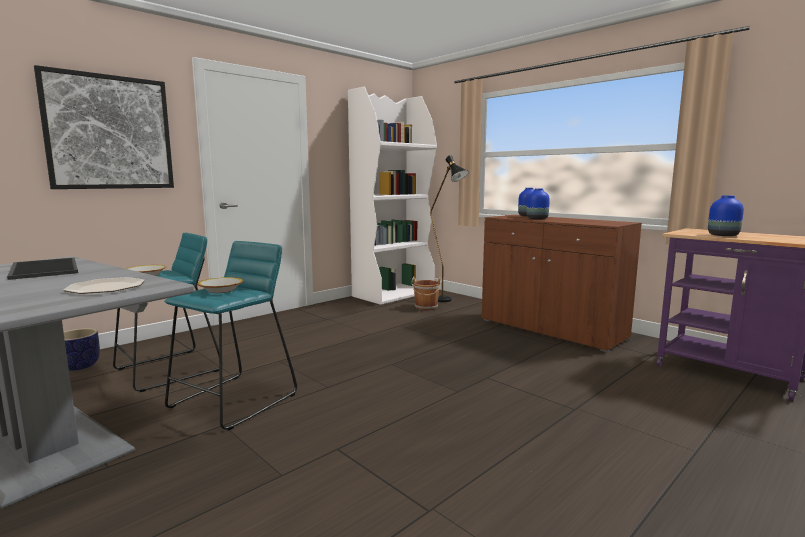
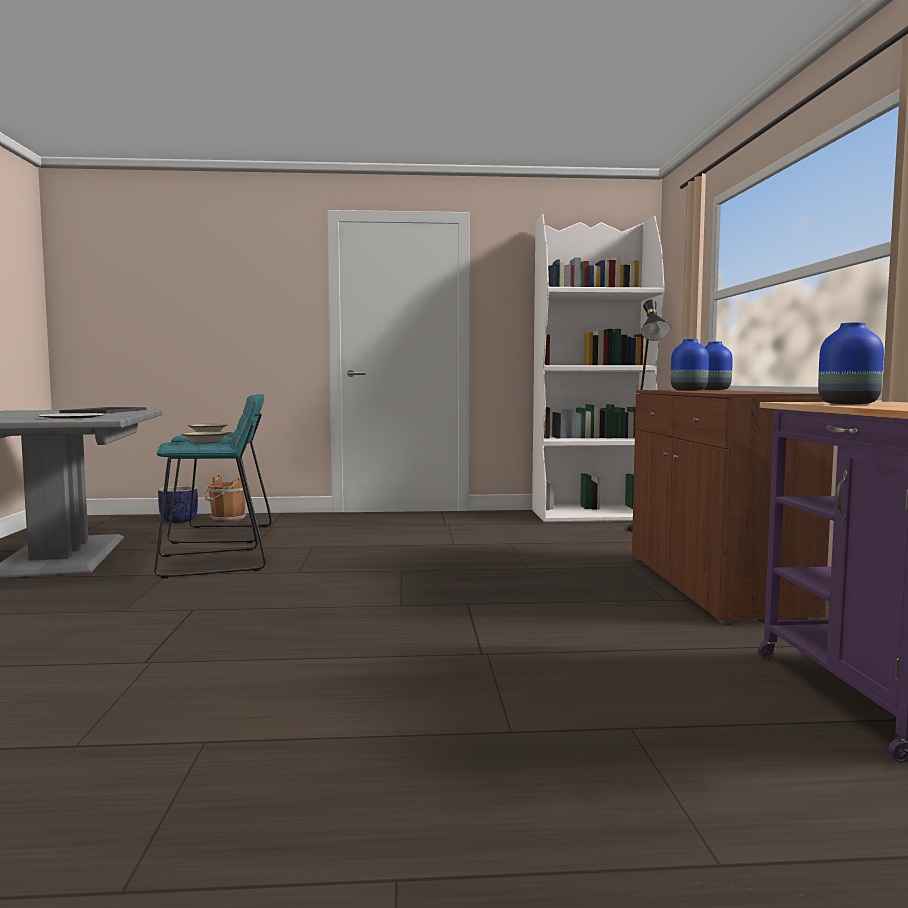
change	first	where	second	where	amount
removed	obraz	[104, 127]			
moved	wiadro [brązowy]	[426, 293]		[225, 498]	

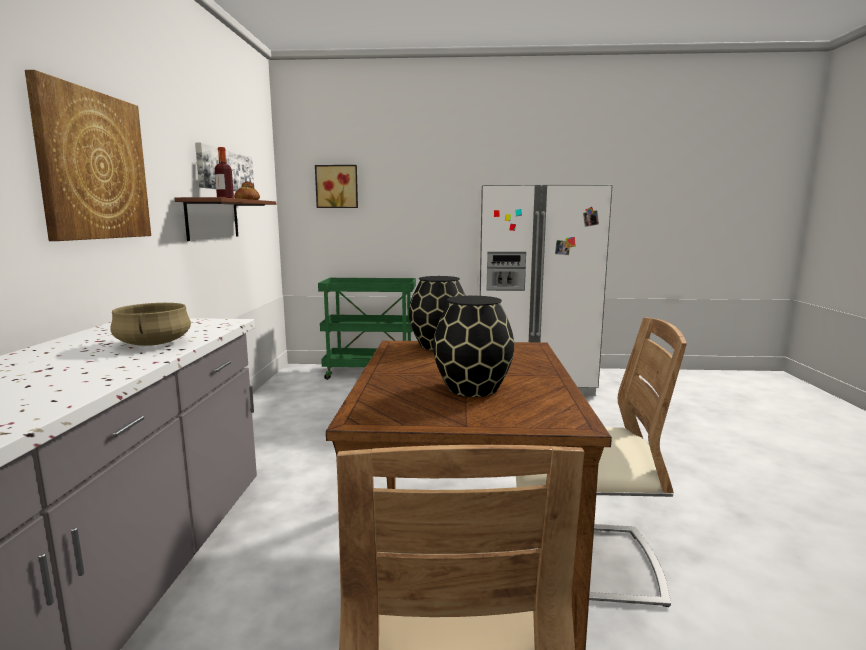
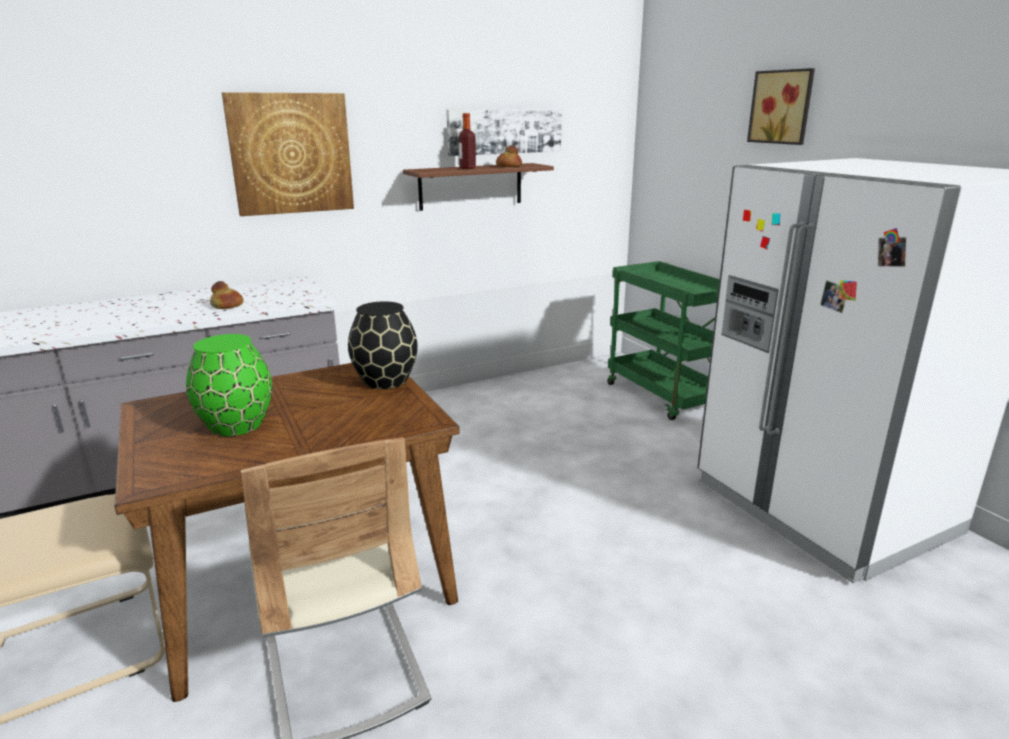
change	first	where	second	where	amount
replaced	garnek [beżowy]	[150, 324]	chleb	[226, 295]	
moved	obraz	[336, 186]		[781, 106]	
recoloured	wazon [czarny]	[473, 346]	wazon [zielony]	[229, 385]	

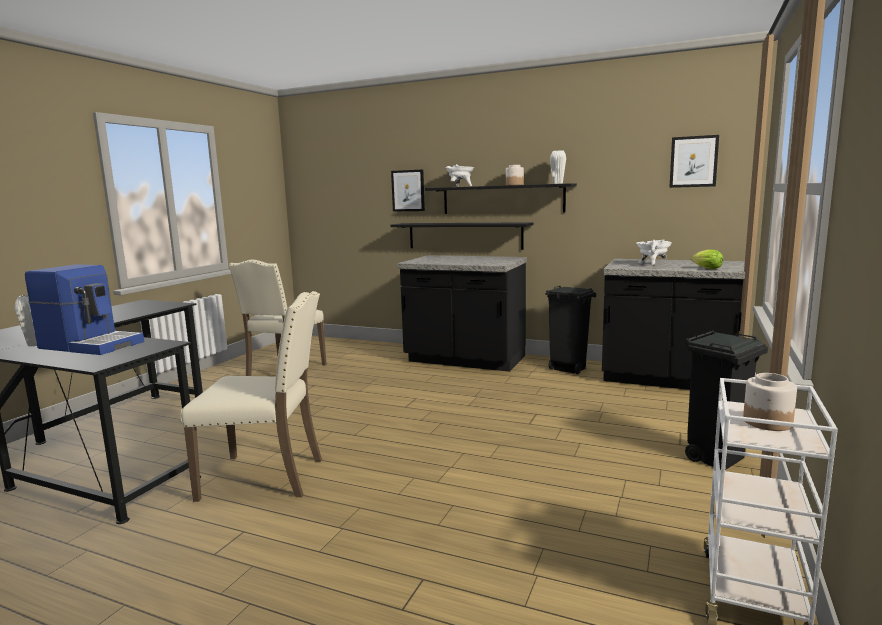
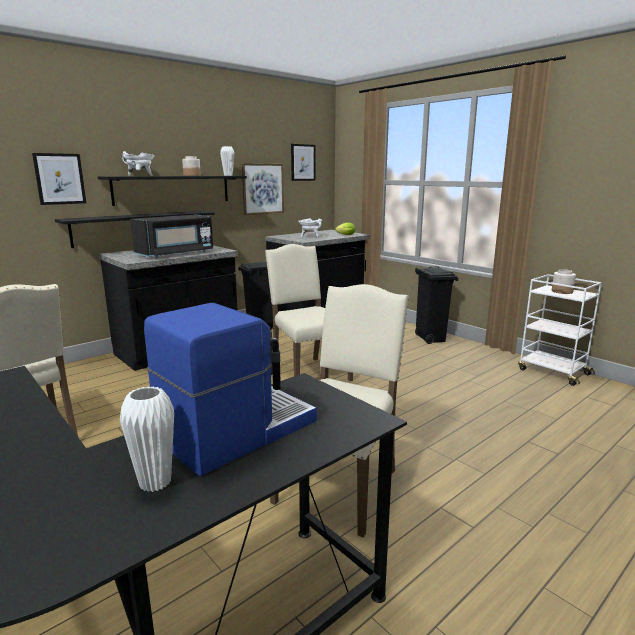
change	first	where	second	where	amount
added			mikrofalówka [czarny]	[171, 236]	
added			obraz	[263, 189]	
added			krzesło [beżowy]	[309, 312]	

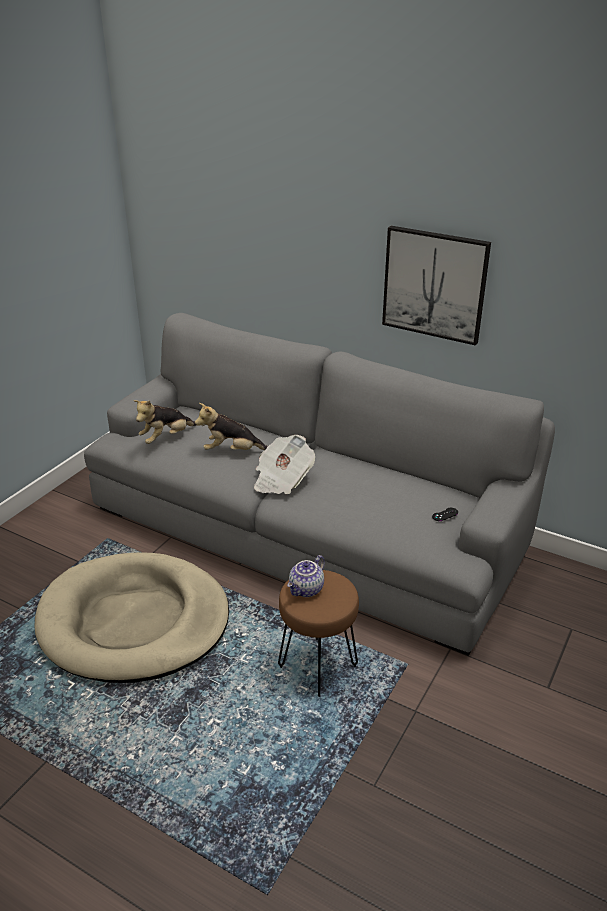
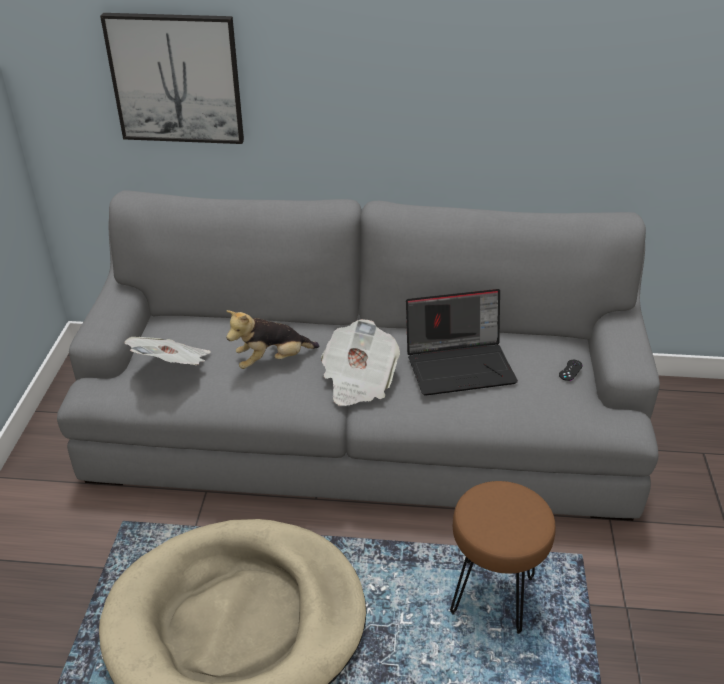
change	first	where	second	where	amount
replaced	pluszak	[164, 422]	gazeta	[168, 351]	
removed	imbryk	[306, 576]			
moved	obraz	[436, 285]		[172, 78]	
added			laptop	[462, 342]	

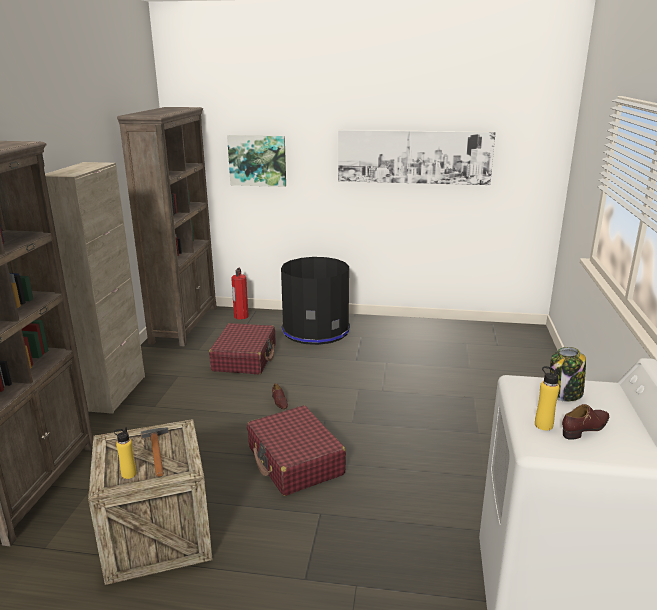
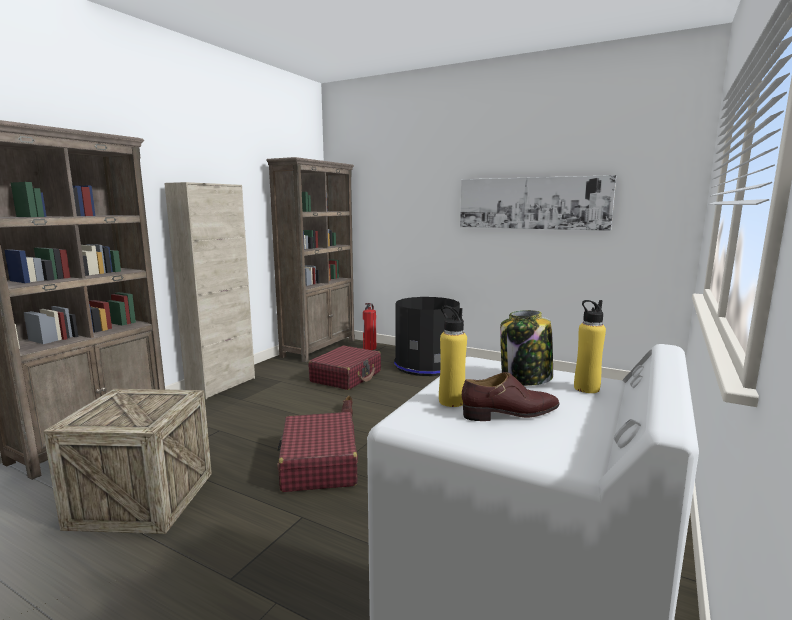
change	first	where	second	where	amount
moved	butelka [żółty]	[125, 453]		[590, 346]	
removed	młotek	[155, 452]			
removed	obraz	[256, 161]			

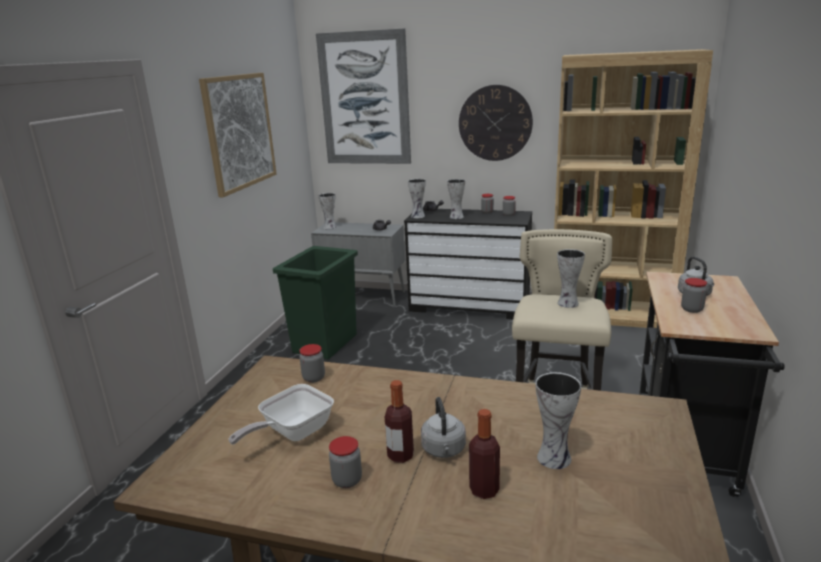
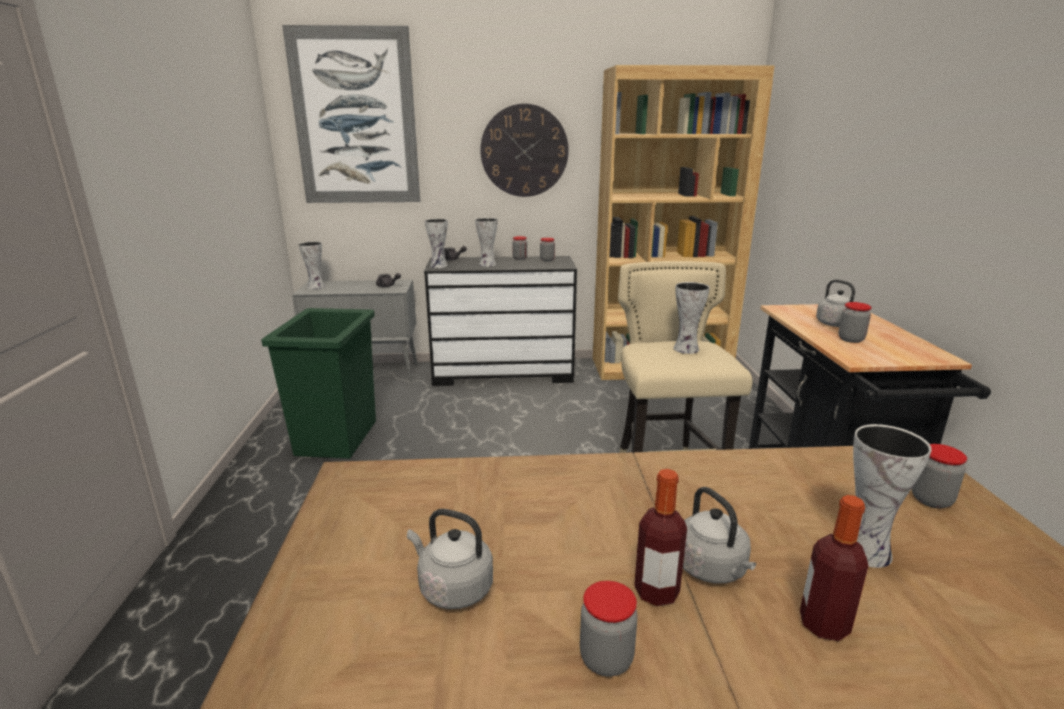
change	first	where	second	where	amount
removed	obraz	[238, 135]			
replaced	patelnia	[281, 414]	czajnik [szary]	[450, 559]	
moved	słoik	[312, 363]		[939, 476]	

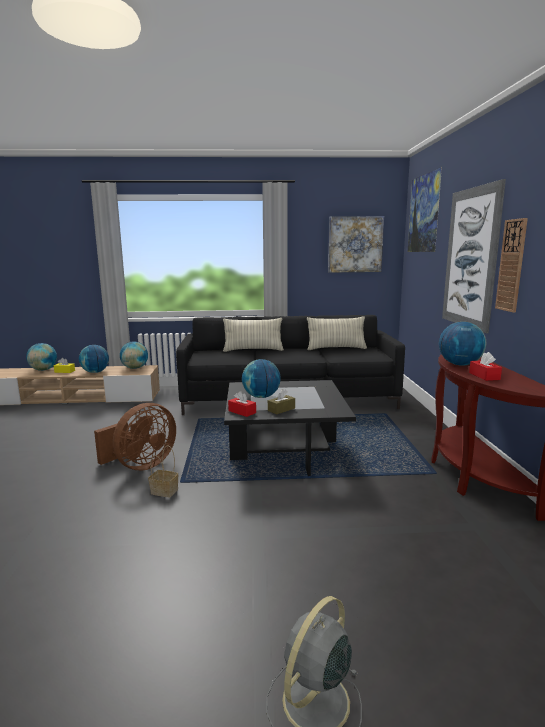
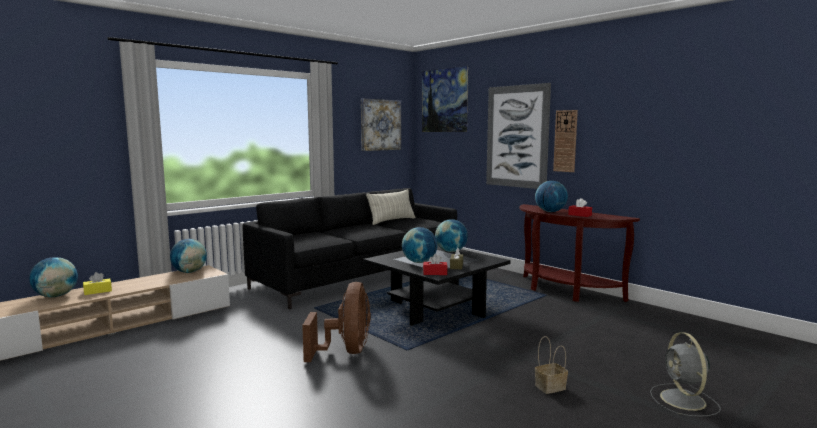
change	first	where	second	where	amount
moved	globus	[94, 359]		[451, 235]	
moved	koszyk	[163, 471]		[551, 365]	
removed	poduszka	[253, 335]			

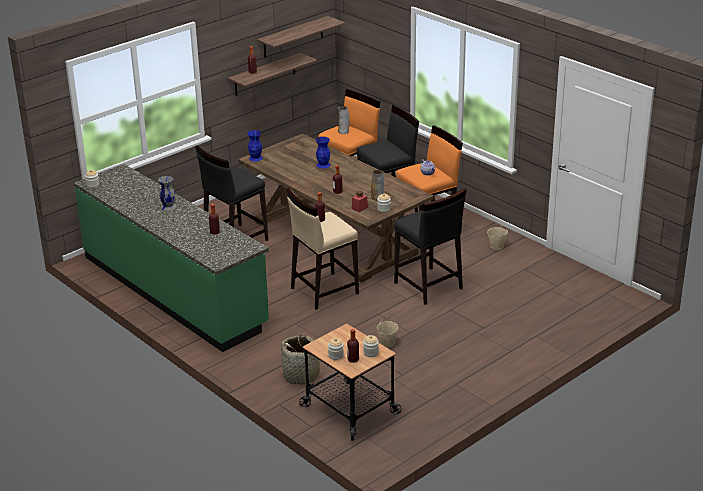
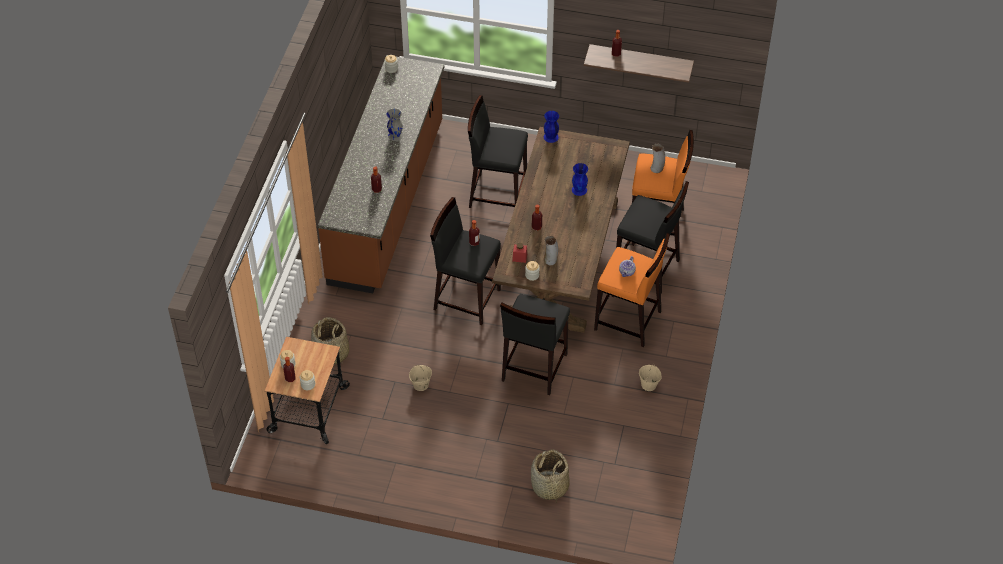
change	first	where	second	where	amount
recoloured	zabudowa kuchenna [zielony]	[171, 258]	zabudowa kuchenna [brązowy]	[381, 174]	
removed	półka	[301, 37]			
recoloured	stołek [beżowy]	[322, 249]	stołek [czarny]	[465, 261]	
added			koszyk	[550, 475]	

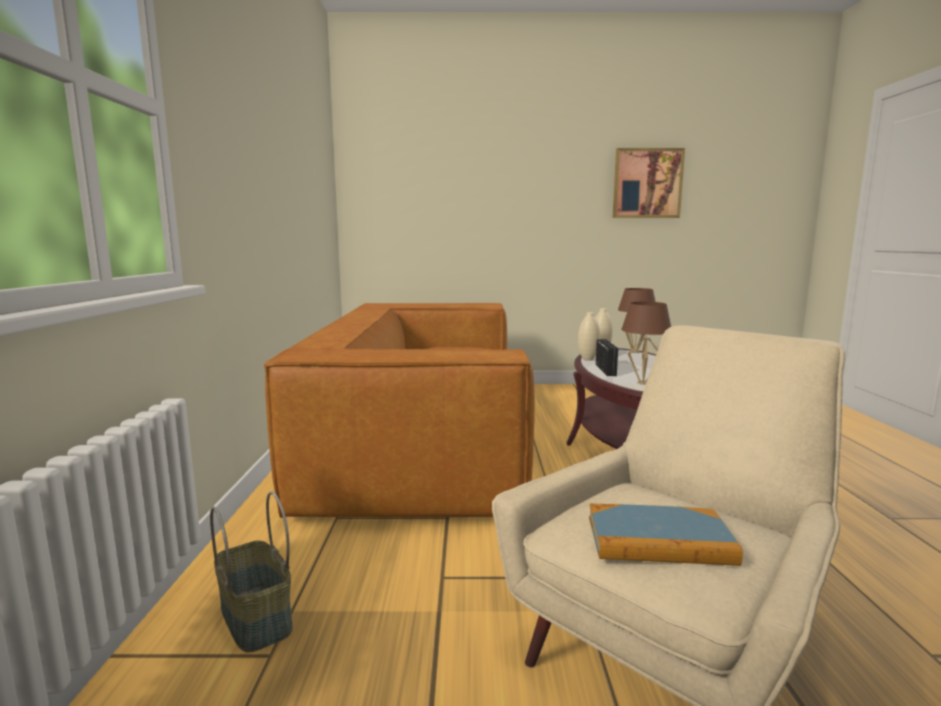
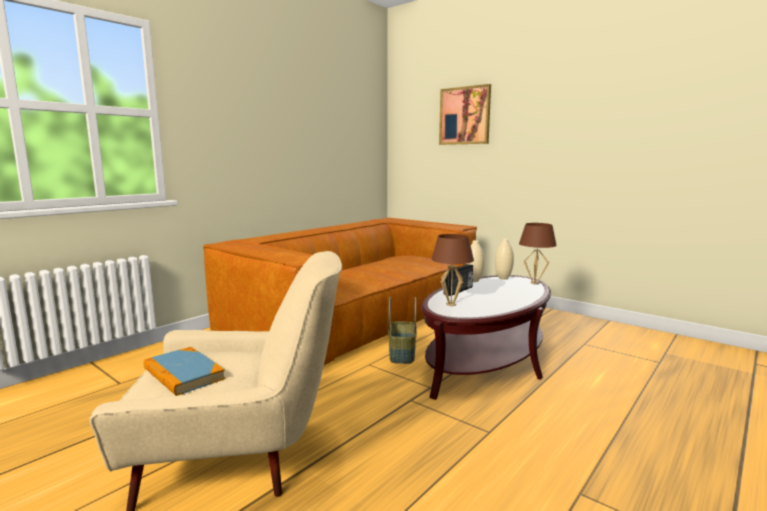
change	first	where	second	where	amount
moved	koszyk	[251, 571]		[402, 330]	
moved	obraz	[648, 183]		[465, 114]	

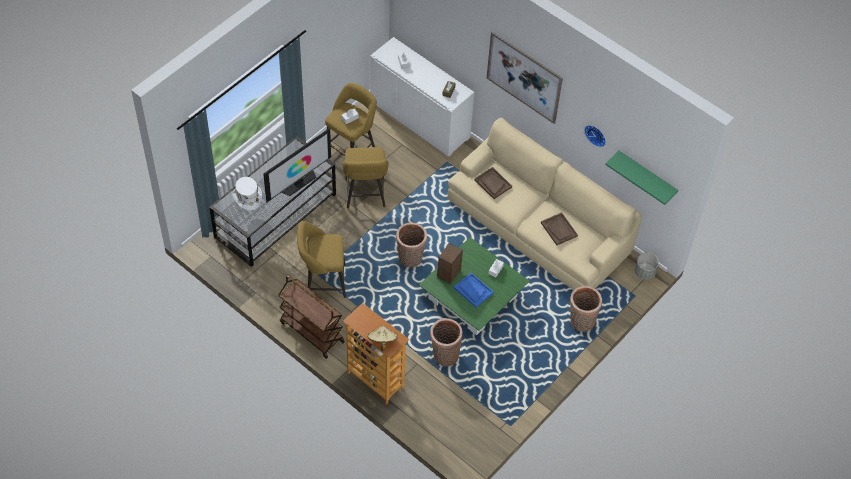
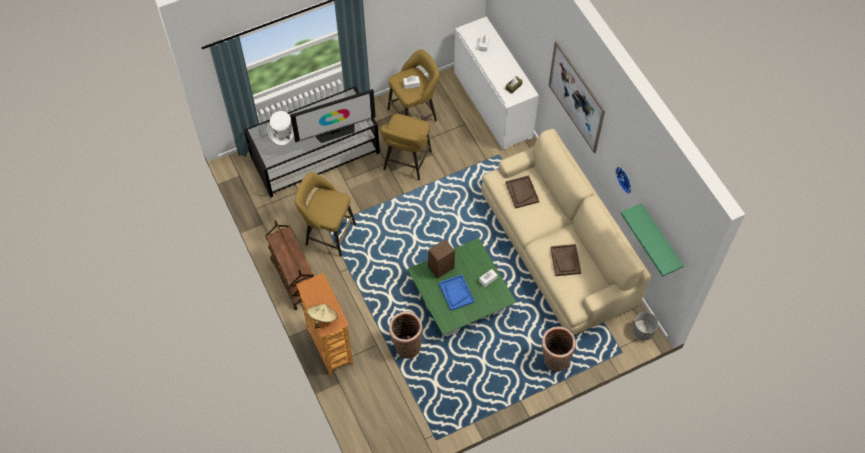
change	first	where	second	where	amount
removed	koszyk	[411, 244]			

